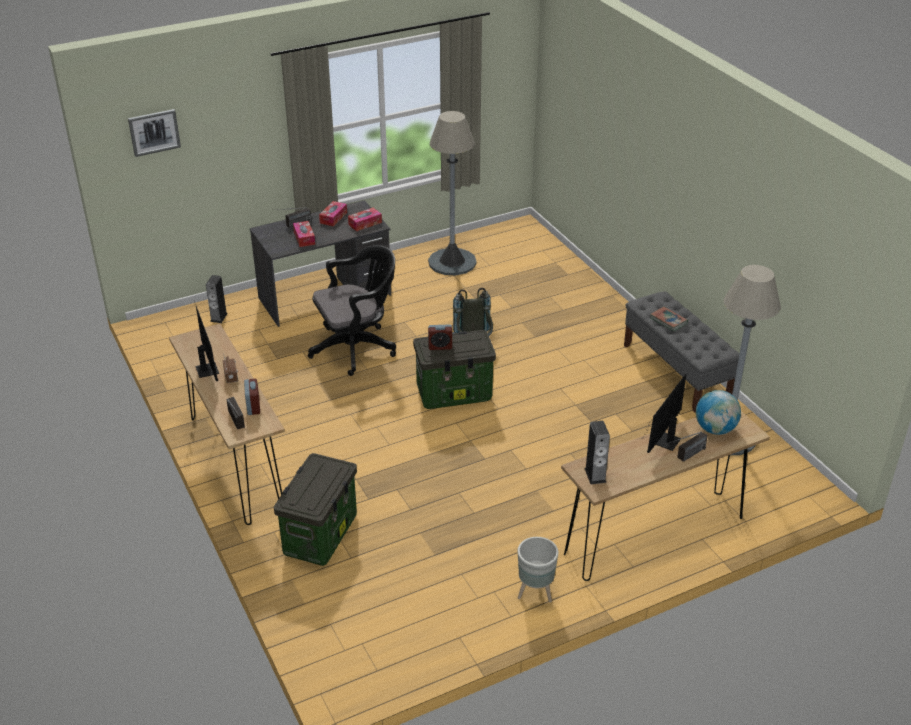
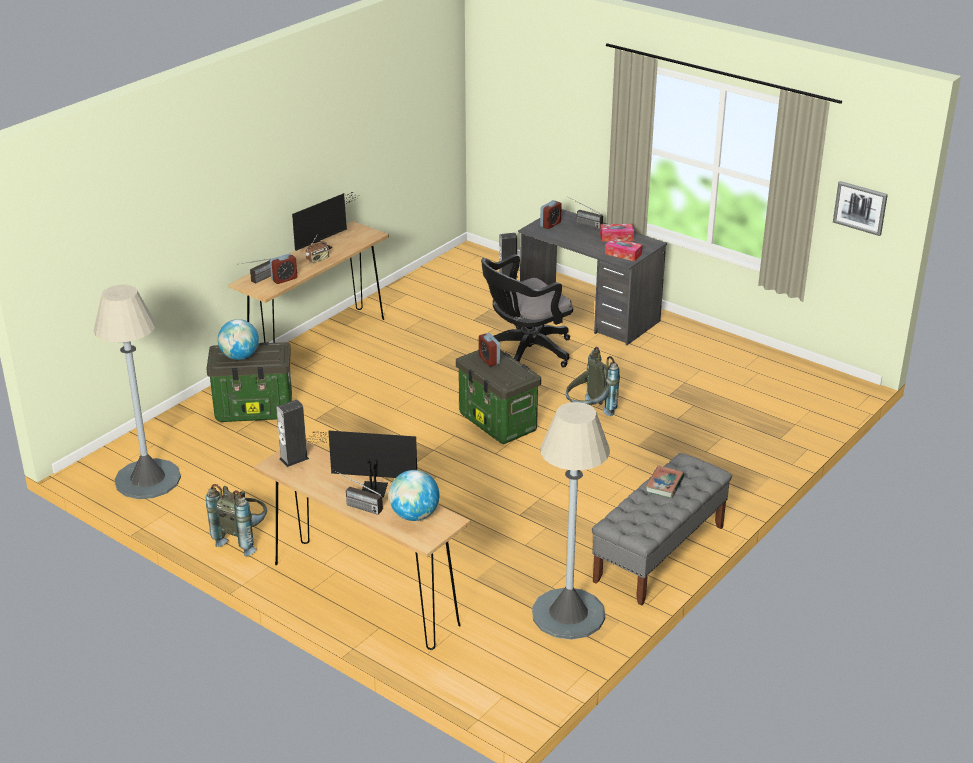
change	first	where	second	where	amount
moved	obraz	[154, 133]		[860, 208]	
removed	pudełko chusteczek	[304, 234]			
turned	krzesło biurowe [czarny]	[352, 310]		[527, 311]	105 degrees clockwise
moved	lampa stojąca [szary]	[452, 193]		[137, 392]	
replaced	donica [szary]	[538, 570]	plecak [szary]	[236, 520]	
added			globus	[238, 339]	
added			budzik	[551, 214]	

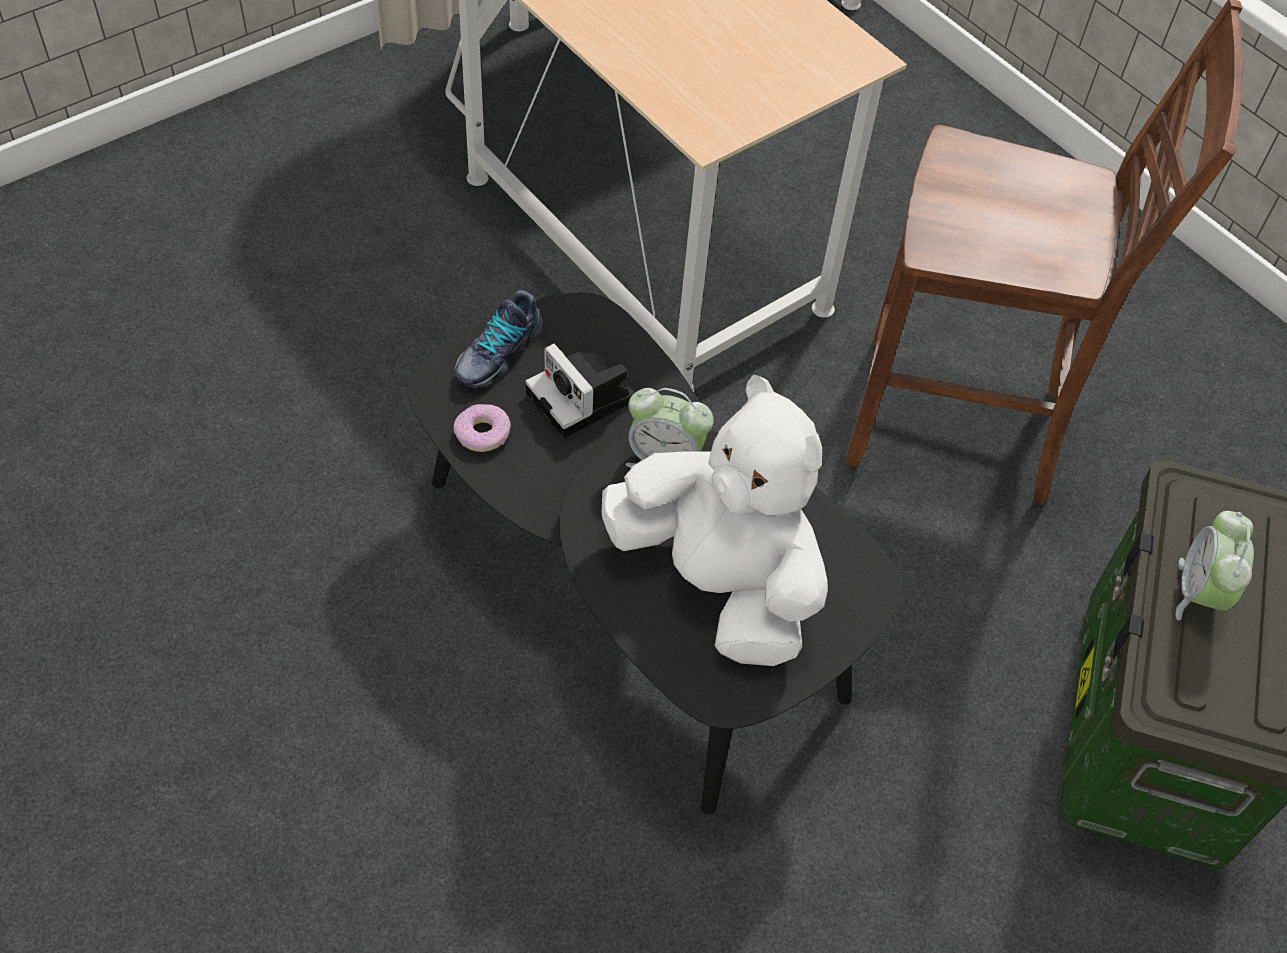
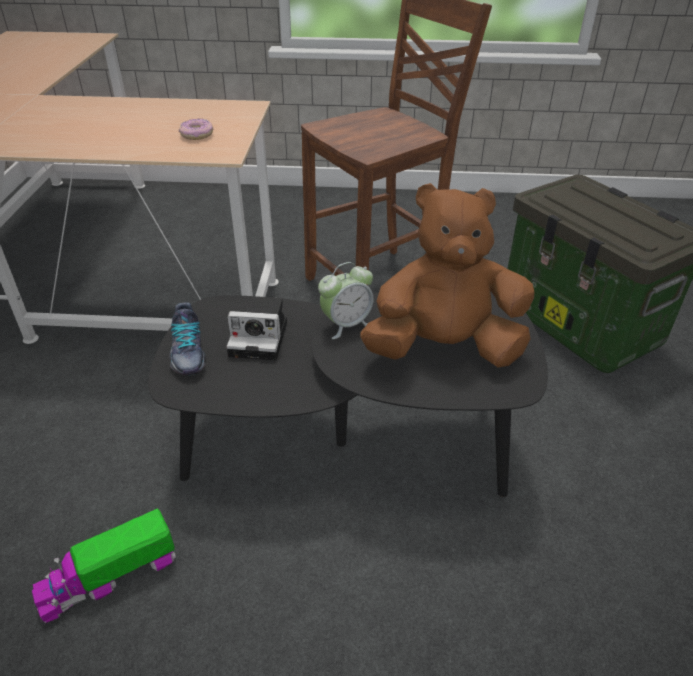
change	first	where	second	where	amount
moved	donut	[482, 428]		[196, 129]	
recoloured	pluszak [biały]	[714, 520]	pluszak [brązowy]	[447, 275]	
removed	budzik	[1215, 565]			
added			ciężarówka zabawkowa	[104, 566]	

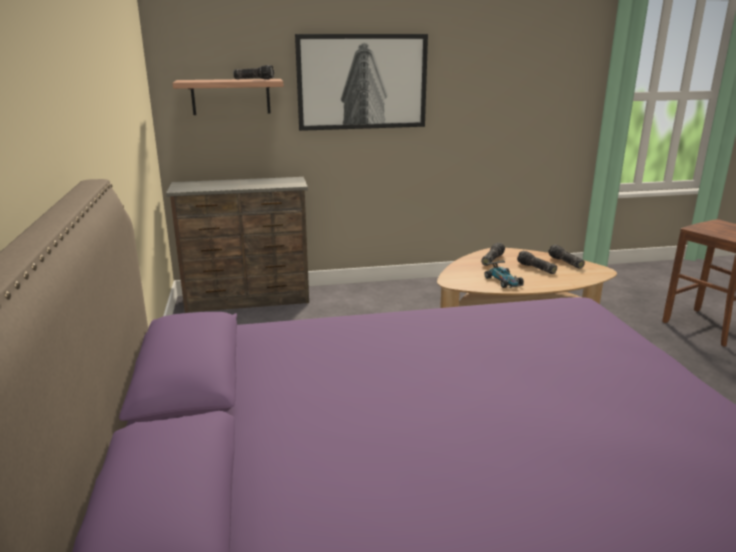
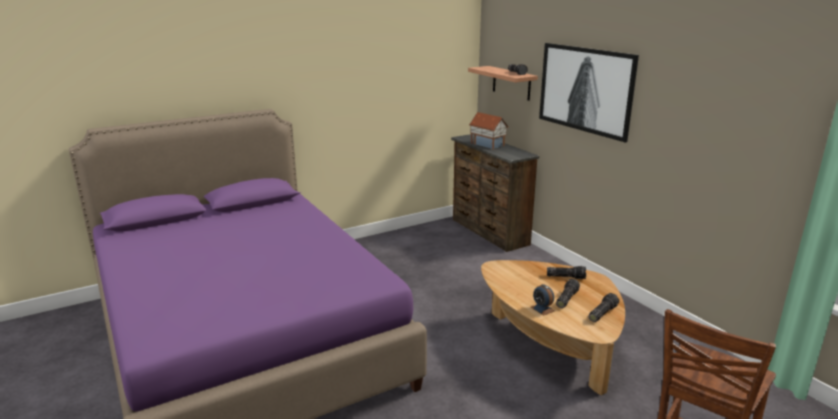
change	first	where	second	where	amount
removed	samochodzik	[504, 274]			
added			domek	[488, 130]	
added			budzik	[542, 299]	

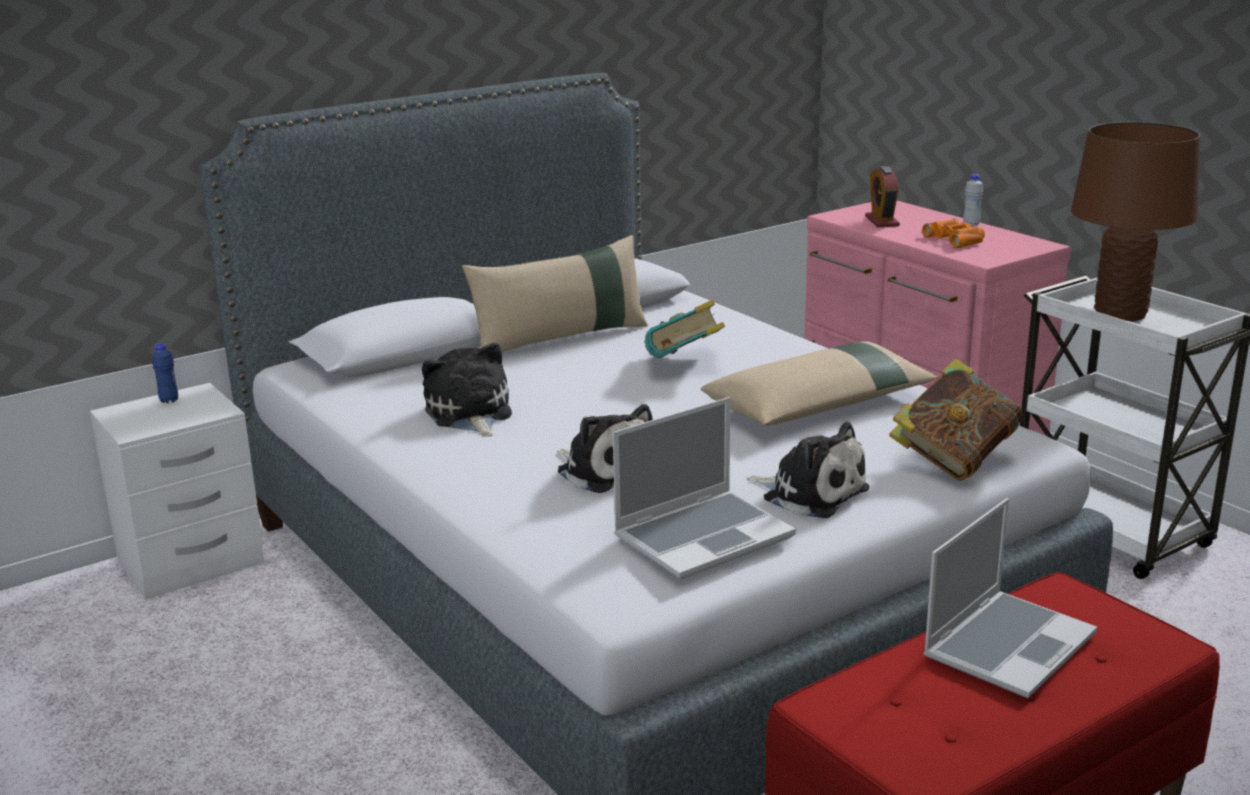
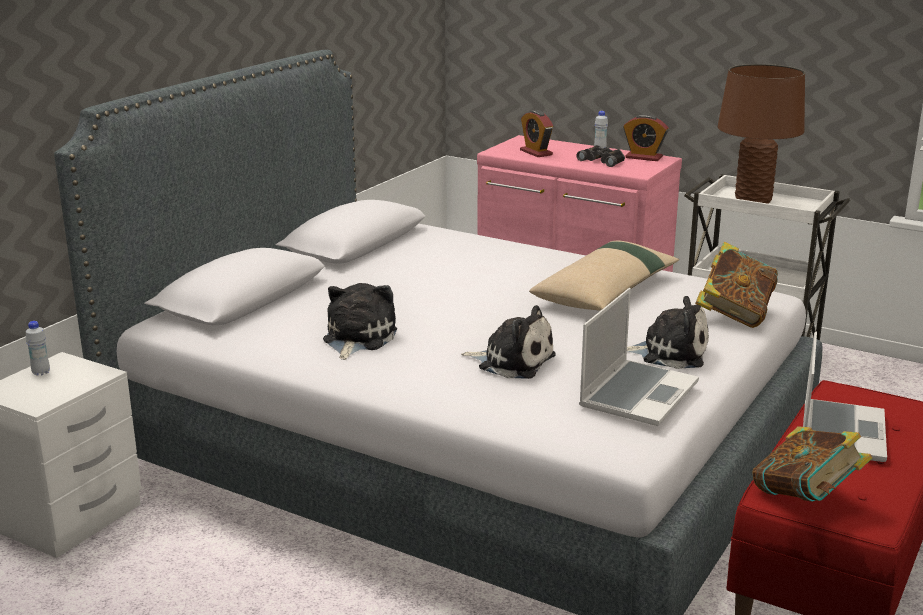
change	first	where	second	where	amount
recoloured	butelka [niebieski]	[165, 373]	butelka [biały]	[38, 348]	
turned	pluszak	[467, 390]		[360, 321]	60 degrees clockwise
removed	poduszka [beżowy]	[555, 293]			
moved	książka	[685, 329]		[812, 464]	
recoloured	lornetka [pomarańczowy]	[953, 234]	lornetka [czarny]	[600, 156]	
added			budzik	[646, 137]	

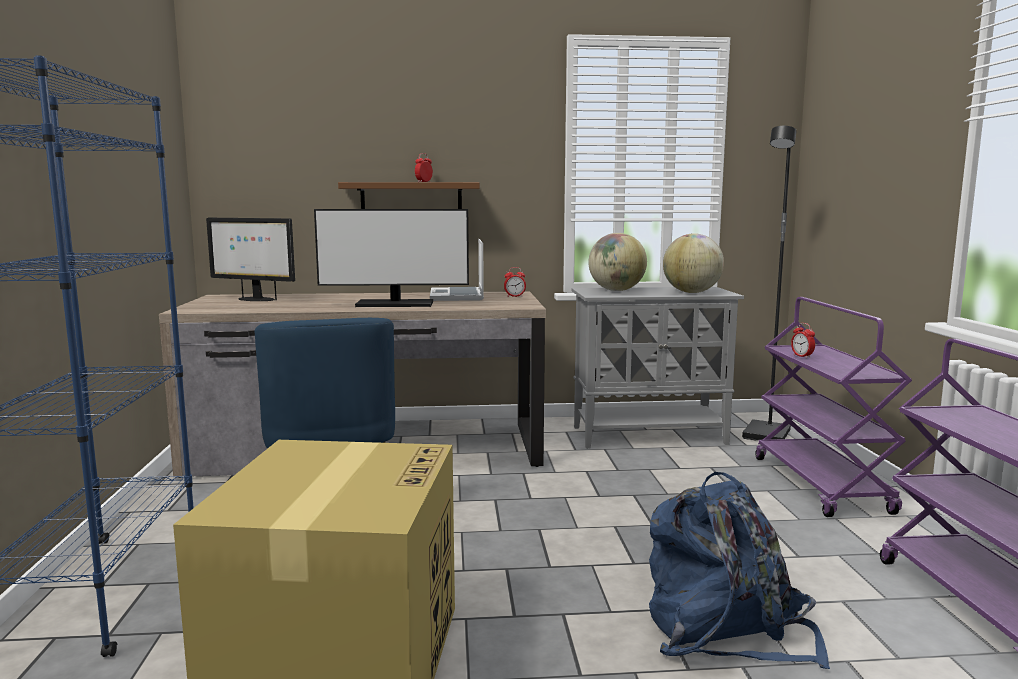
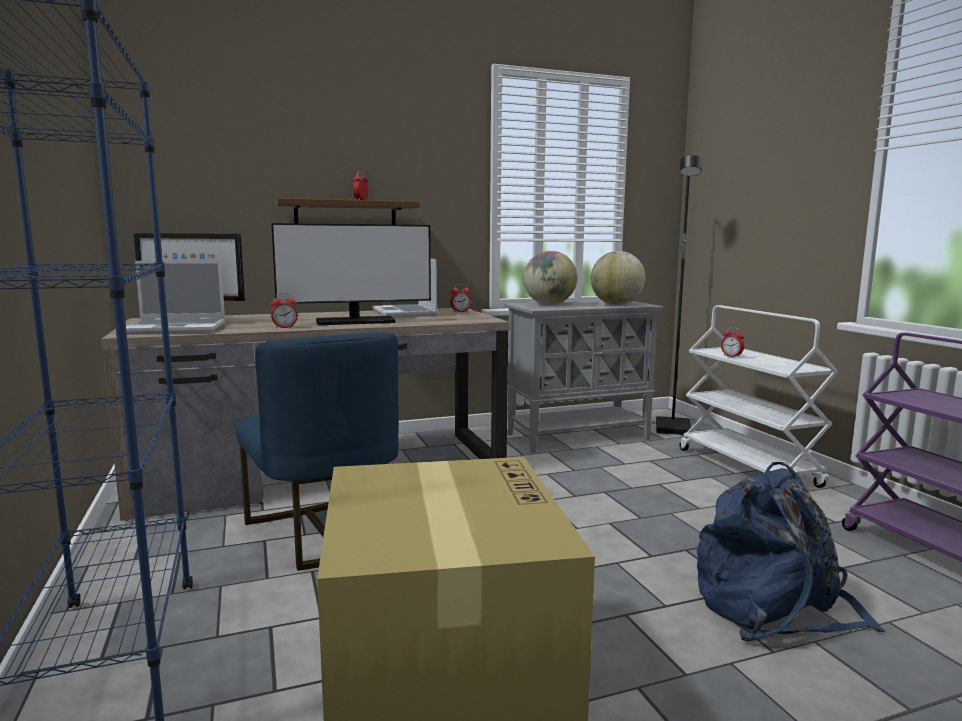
change	first	where	second	where	amount
recoloured	wózek [fioletowy]	[833, 407]	wózek [biały]	[759, 396]	
added			laptop	[175, 298]	
added			budzik	[284, 311]	

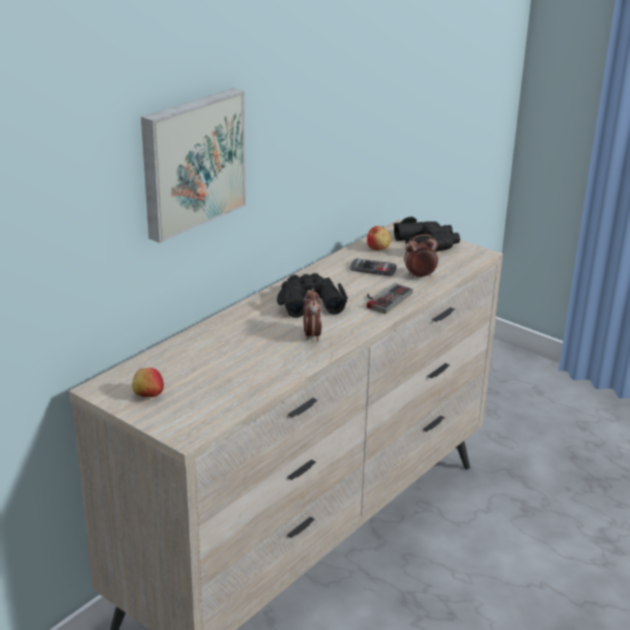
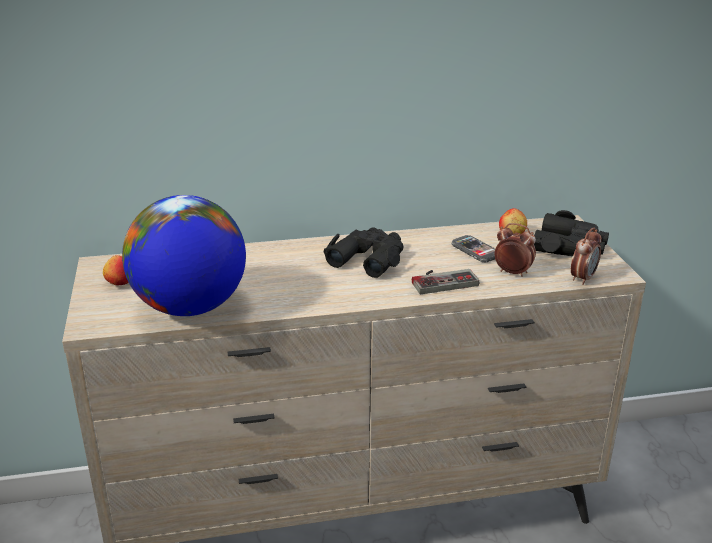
change	first	where	second	where	amount
removed	obraz	[193, 165]			
moved	budzik	[312, 314]		[586, 256]	
added			globus	[184, 255]	

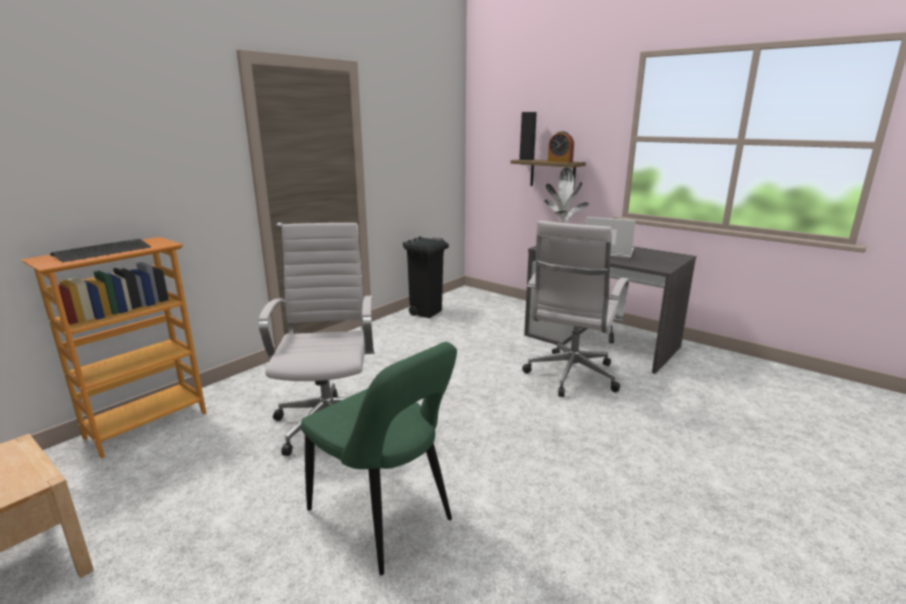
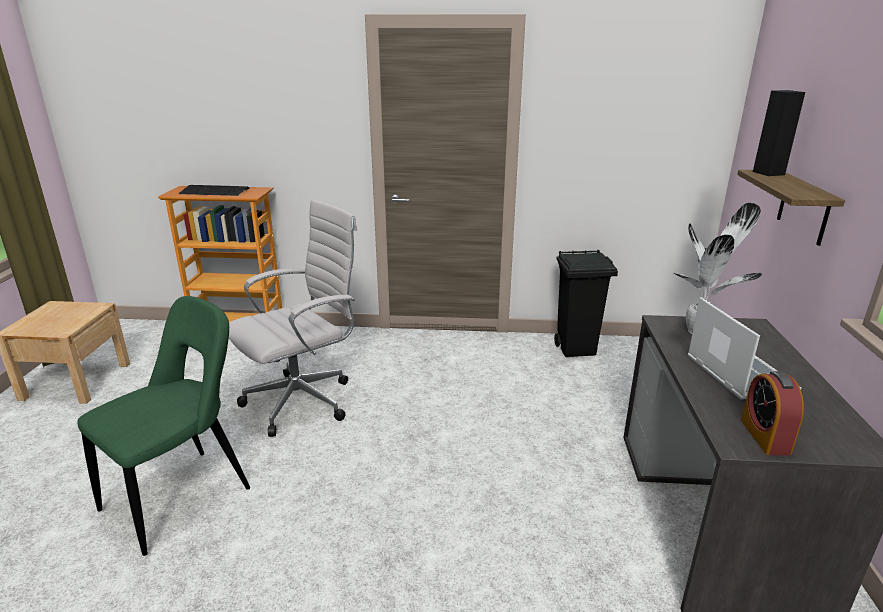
change	first	where	second	where	amount
turned	krzesło [zielony]	[379, 458]		[164, 426]	150 degrees counterclockwise
removed	krzesło biurowe [biały]	[575, 309]			
moved	budzik	[561, 147]		[772, 413]	

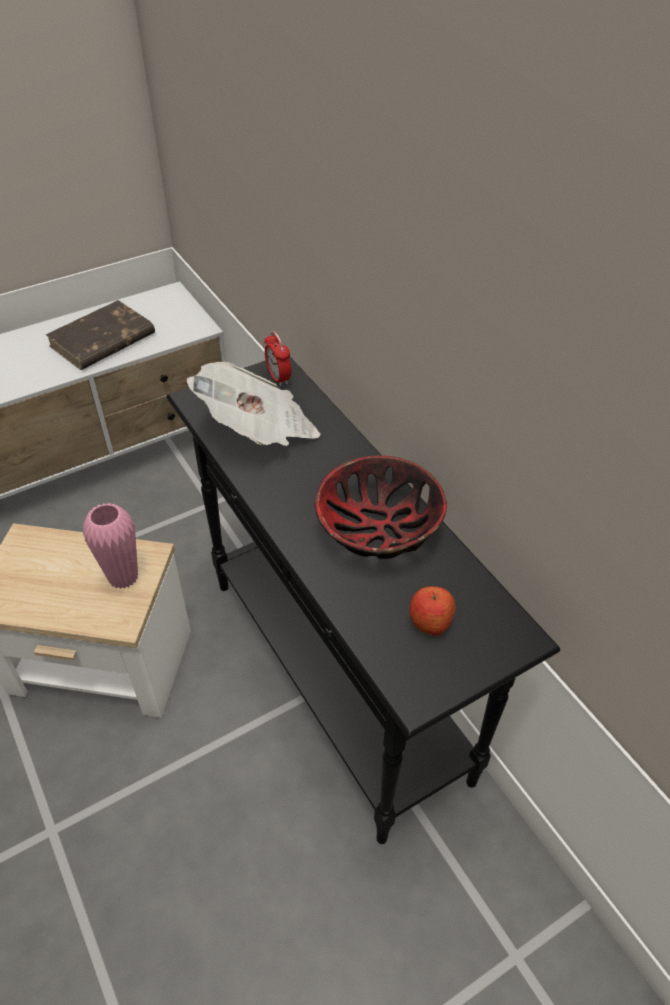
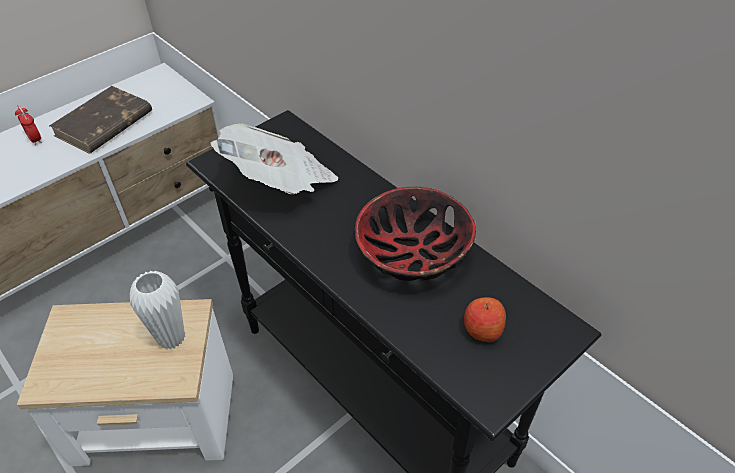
change	first	where	second	where	amount
recoloured	wazon [różowy]	[110, 546]	wazon [biały]	[157, 310]	
moved	budzik	[277, 358]		[28, 125]	

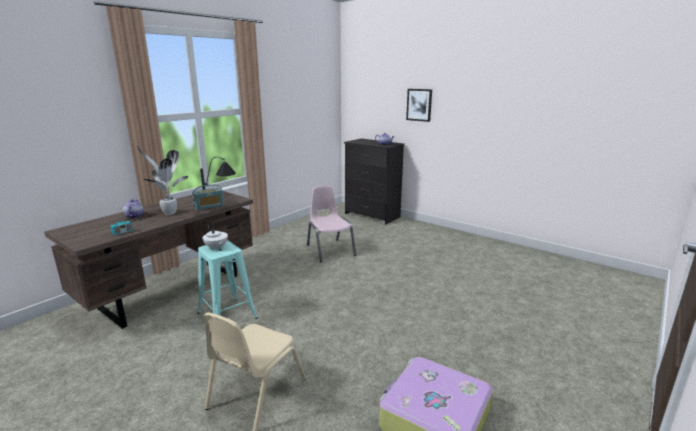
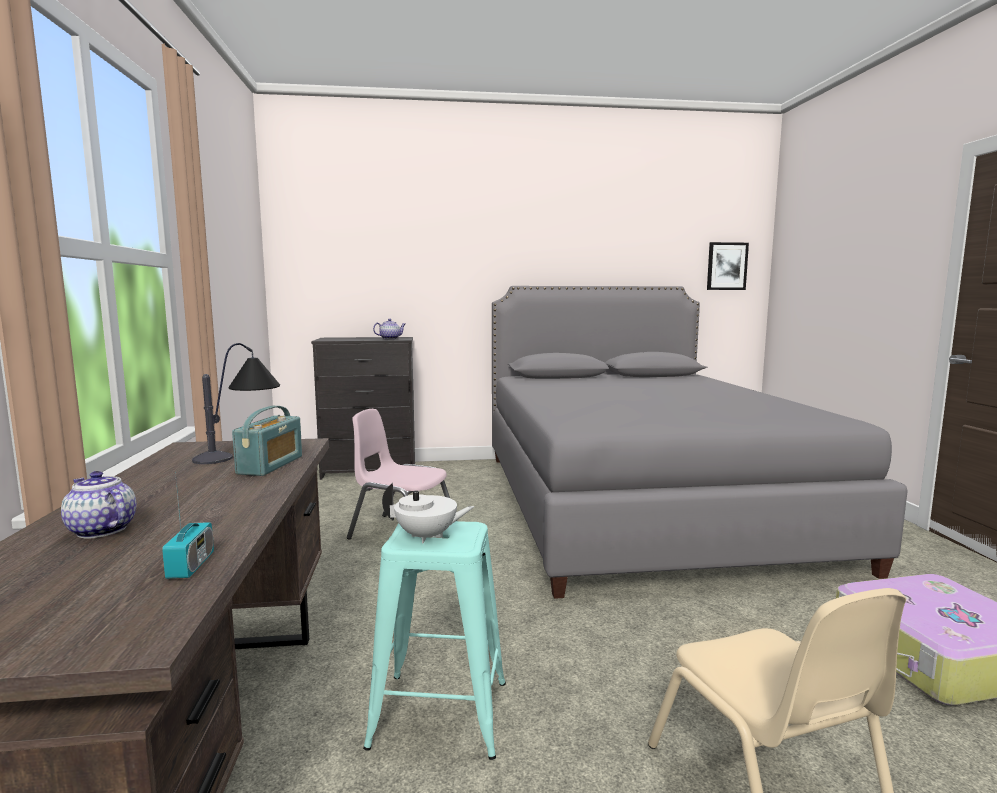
change	first	where	second	where	amount
removed	roślina doniczkowa	[162, 180]			
moved	obraz	[419, 105]		[728, 266]	
added			łóżko [szary]	[700, 442]	

